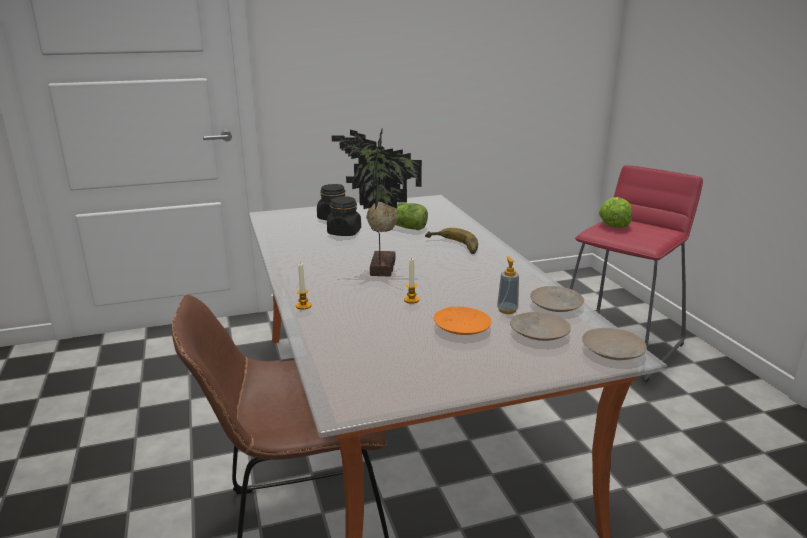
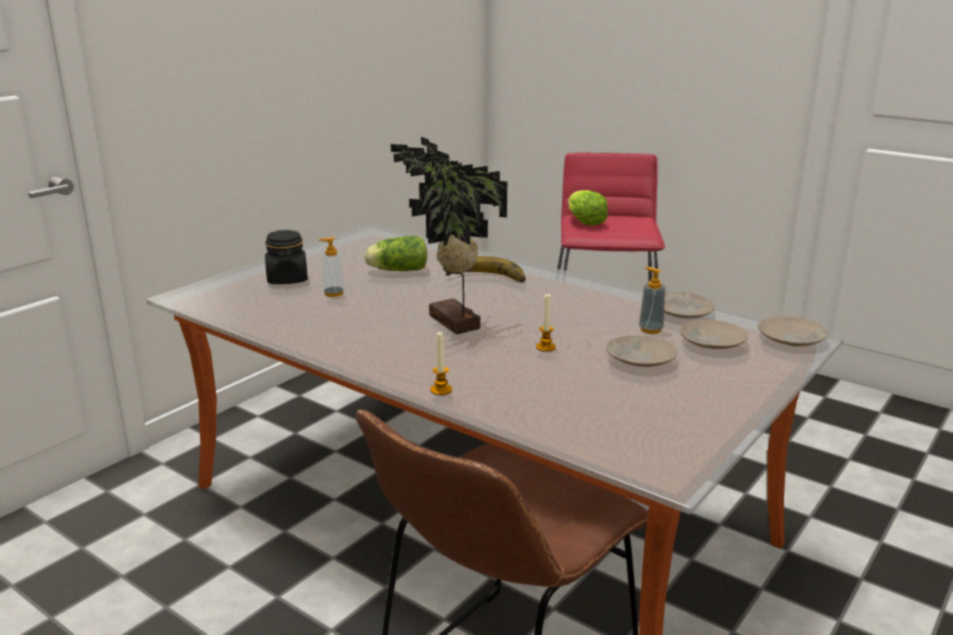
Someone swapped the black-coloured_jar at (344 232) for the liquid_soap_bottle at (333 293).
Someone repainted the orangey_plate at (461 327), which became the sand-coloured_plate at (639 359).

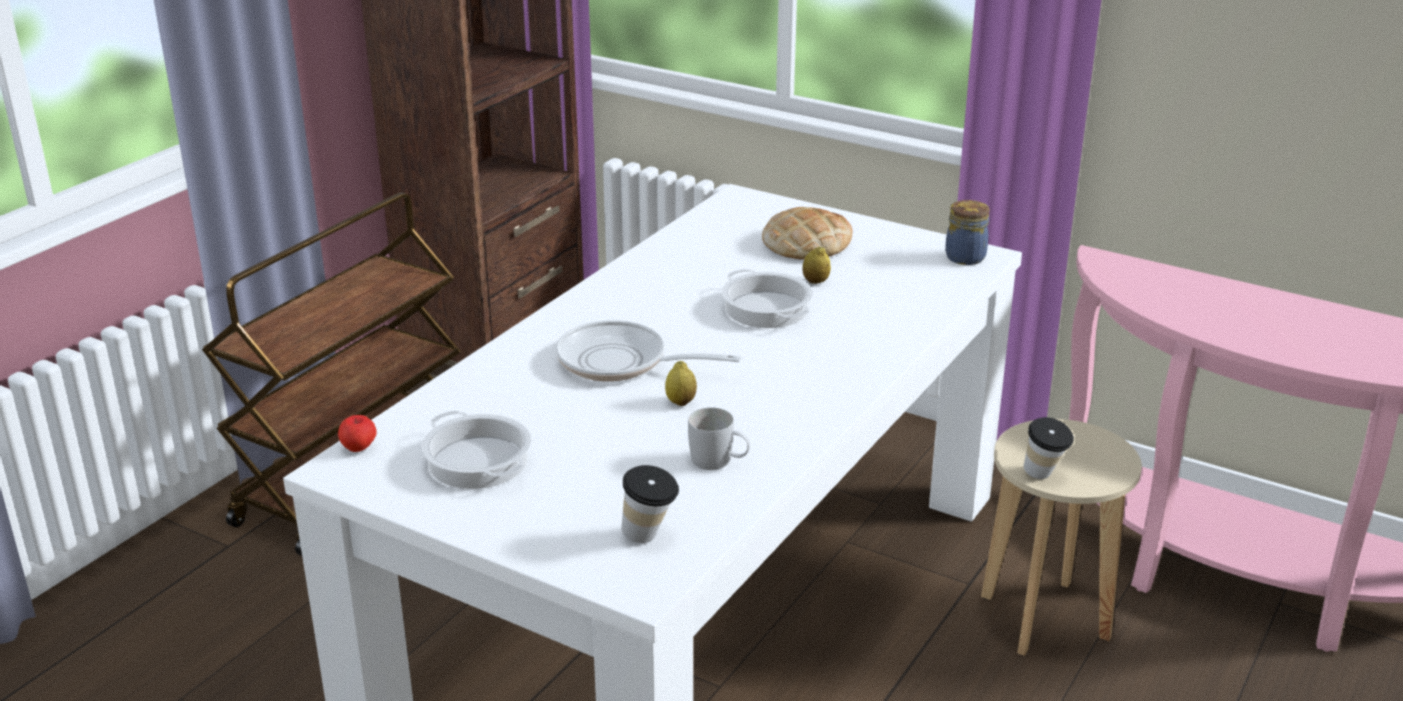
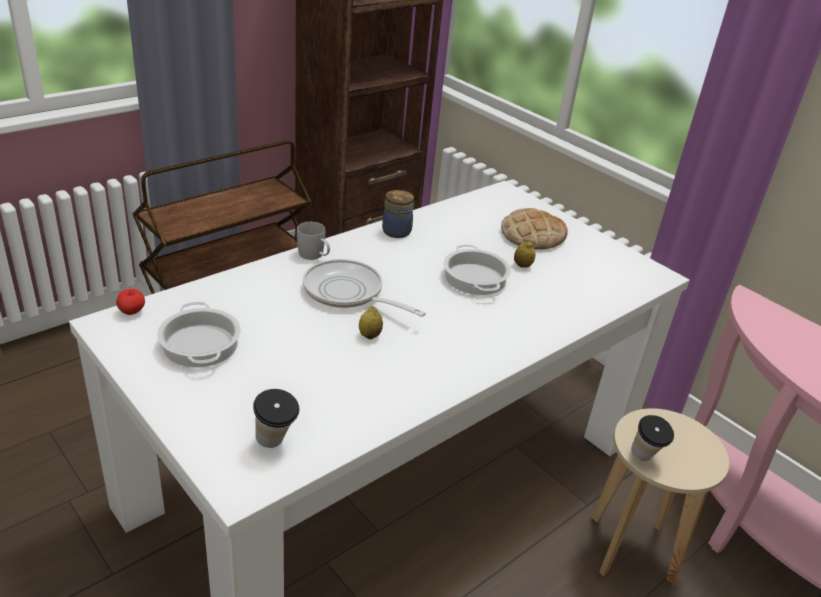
Someone carried the whitish_tea_mug from (719 462) to (314 256).
Someone carried the jar from (964 256) to (396 231).

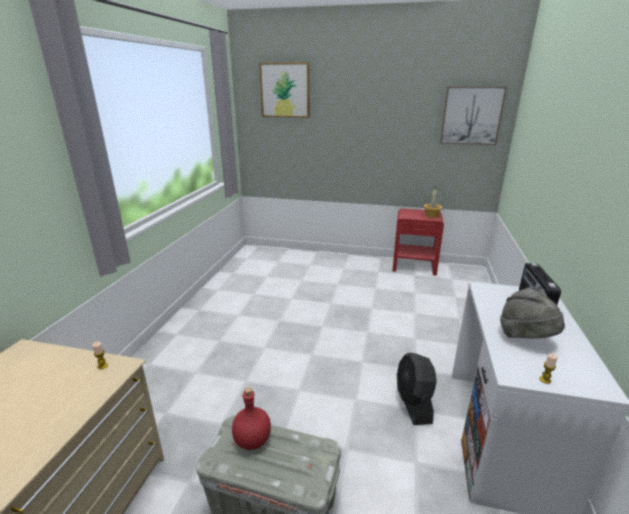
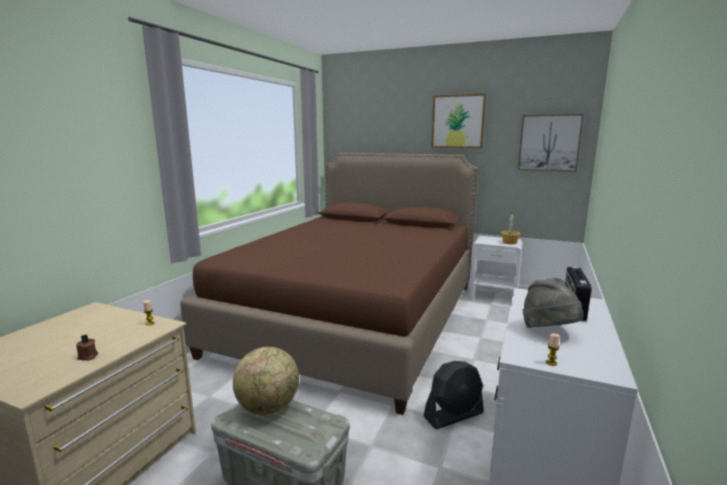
Someone put down the brown-coloured_wax_candle at (88 357).
Someone put down the brown-coloured_bedroom_bed at (355 317).
Someone swapped the red_beverage_bottle at (253 440) for the desk_globe at (268 407).
Someone rotated the black-coloured_electric_fan at (413 403) by 120 degrees counterclockwise.
Someone carried the picture from (285 90) to (458 121).
Someone repainted the red_nightstand at (414 266), which became the whitish_nightstand at (493 297).

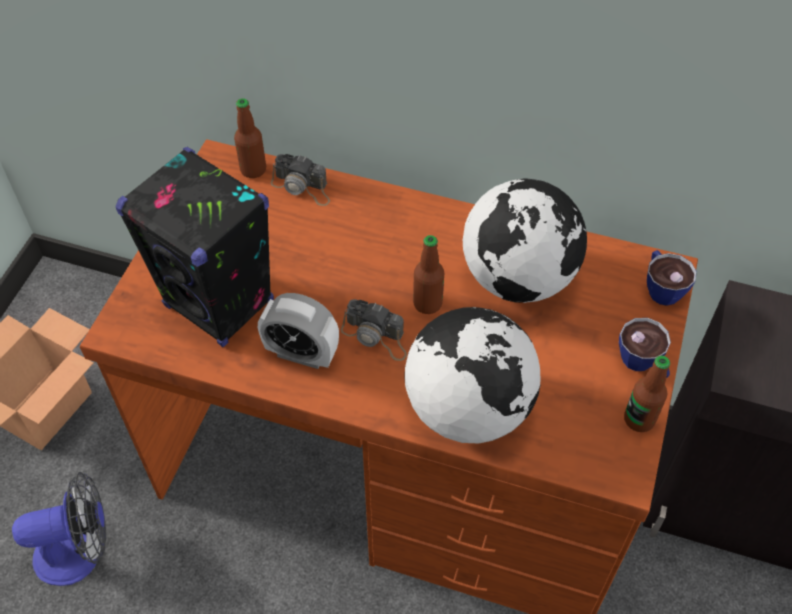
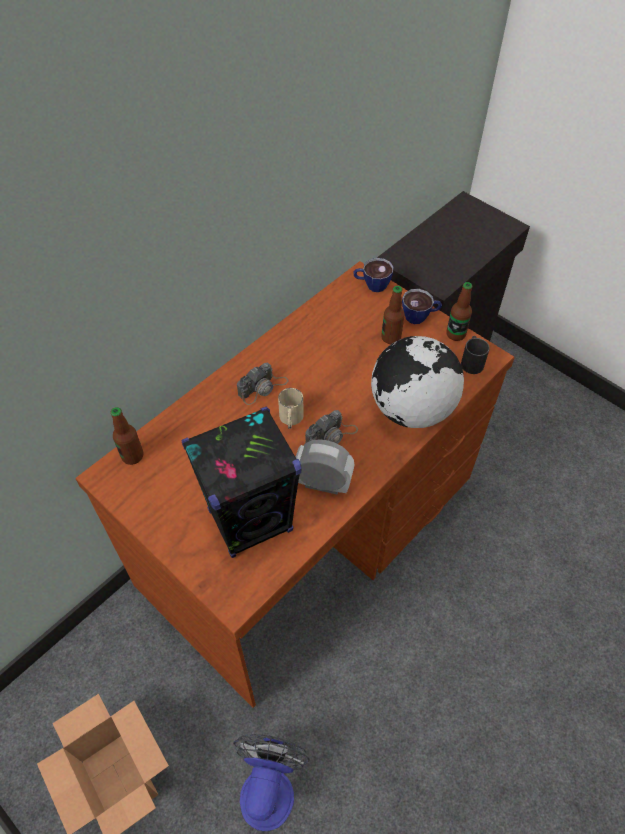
Someone carried the photo_camera from (302 187) to (263 388).
Someone put down the sand-coloured_tea_mug at (291 419).
Someone rotated the alarm_clock at (301 354) by 120 degrees counterclockwise.
Someone carried the beverage_bottle from (427 303) to (391 338).
Someone put down the black-coloured_tea_mug at (471 361).
Someone took away the desk_globe at (518 278).

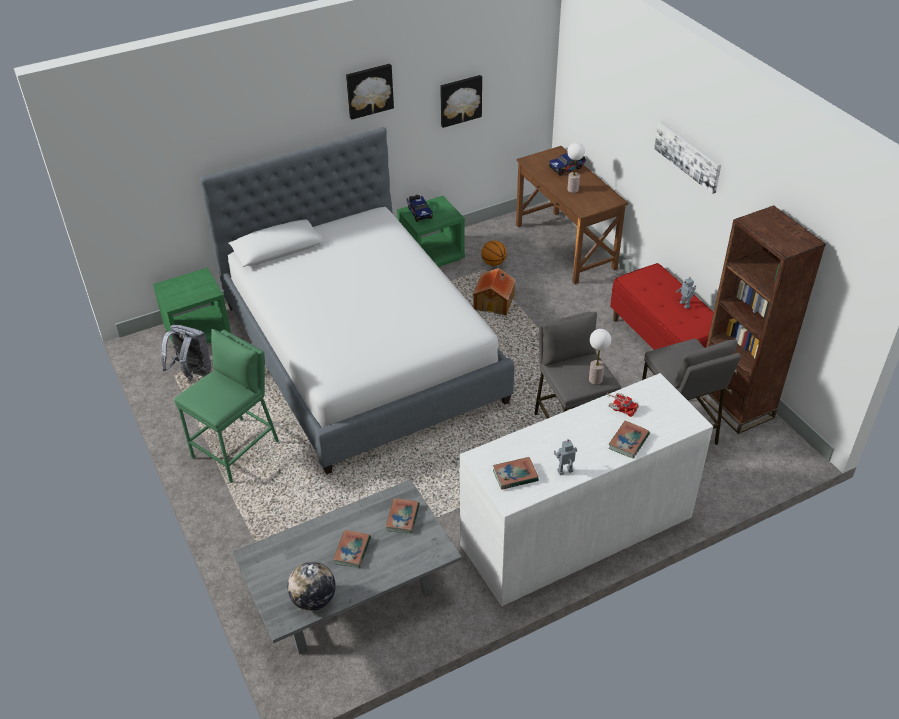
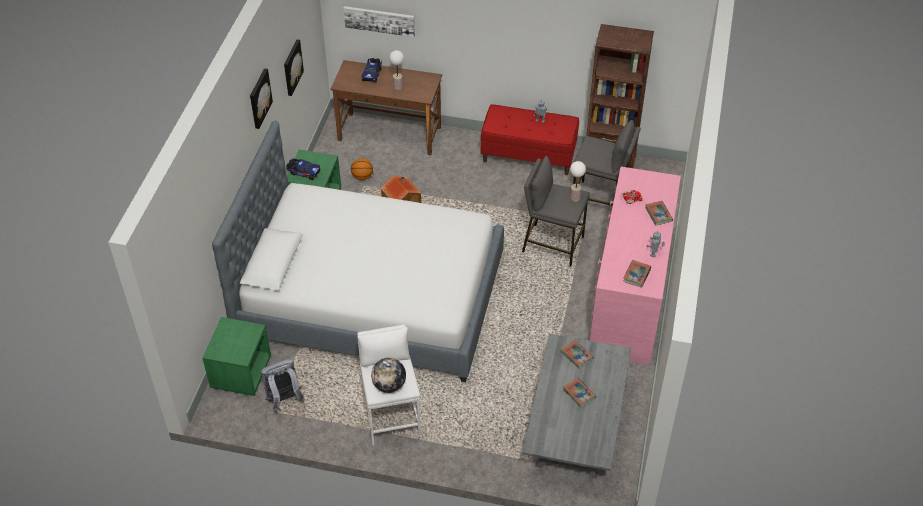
Someone carried the picture from (688 155) to (379 20).
Someone repainted the green_sitting_stool at (236 450), which became the whitish_sitting_stool at (391 416).
Someone carried the desk_globe from (313 600) to (389 385).
Someone repainted the whitish_chest_of_drawers at (576 530), which became the pink-coloured_chest_of_drawers at (629 296).

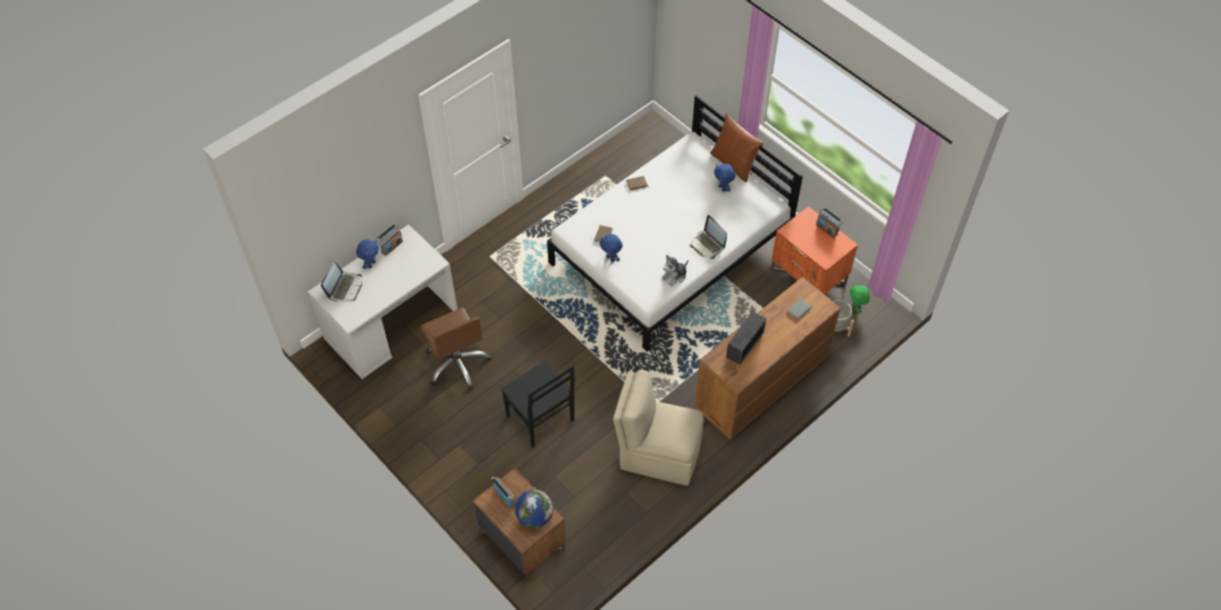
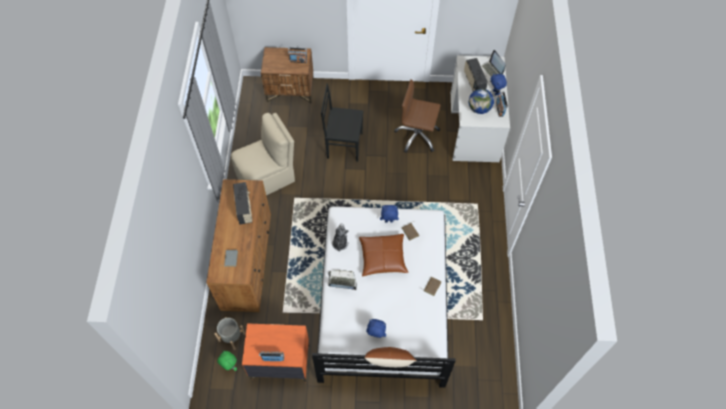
Someone put down the brown-coloured_cushion at (383 258).
Someone put down the radio_set at (473 83).
Someone carried the desk_globe from (534 517) to (479 109).

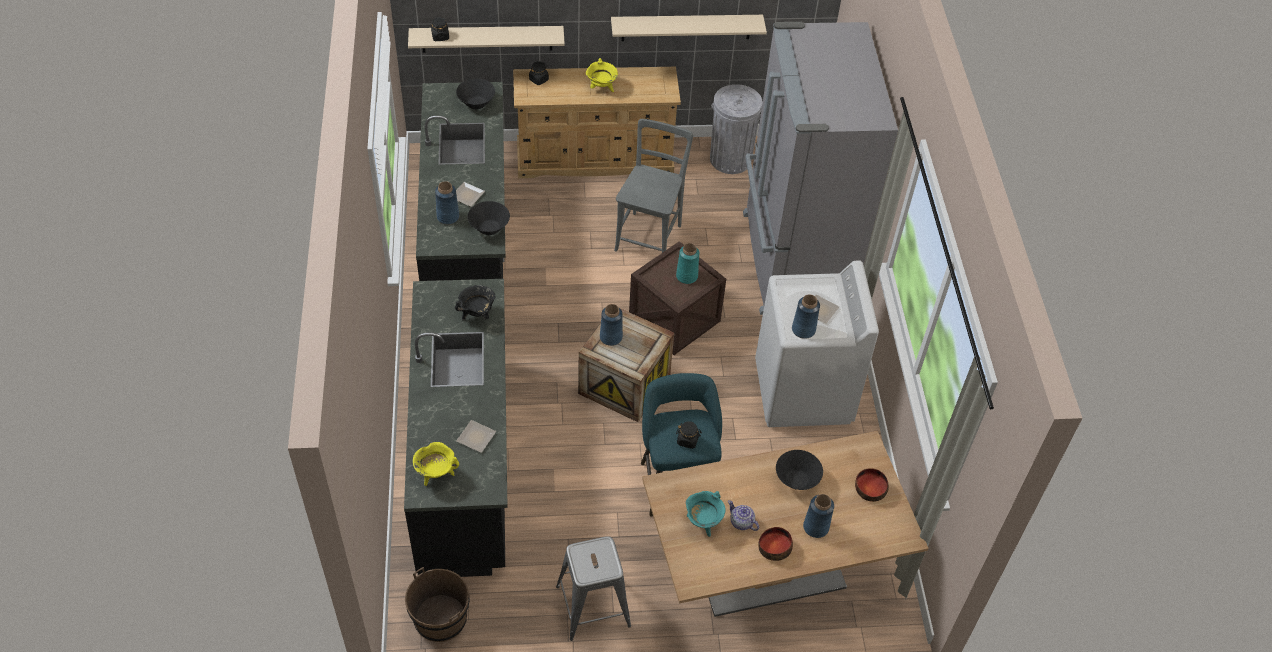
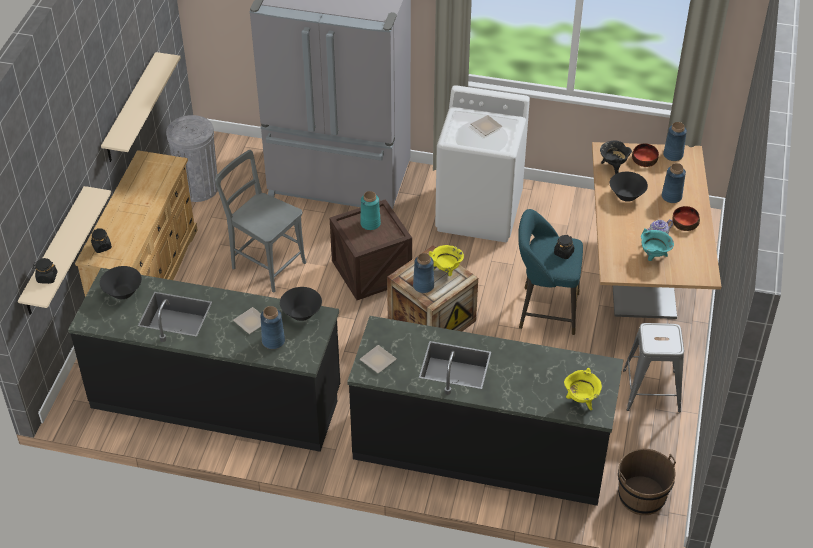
Someone carried the plate from (475 438) to (378 361).
Someone carried the yellowish_cooking_pot from (601 88) to (446 271).
Someone carried the black-coloured_cooking_pot from (477 315) to (613 167).
Someone carried the blue_decorative_vase from (803 329) to (673 155).

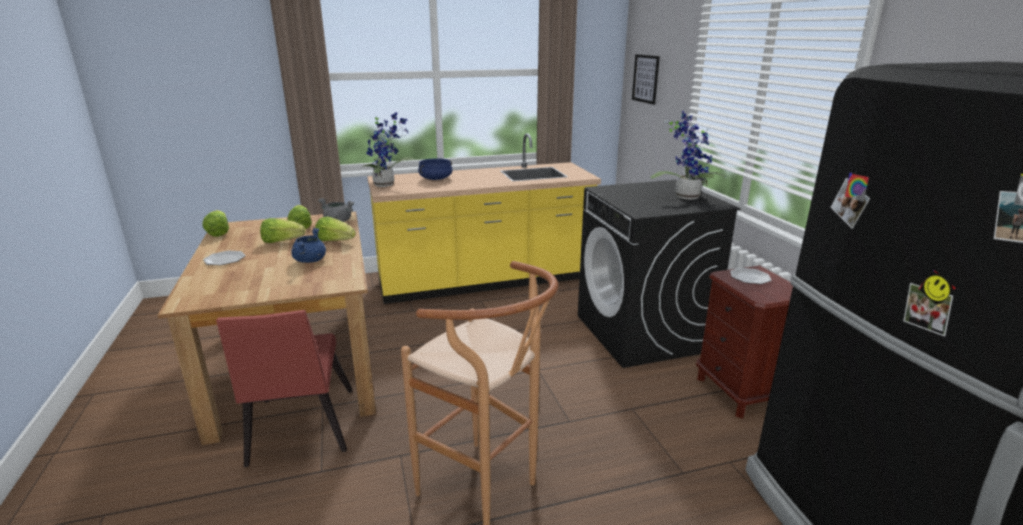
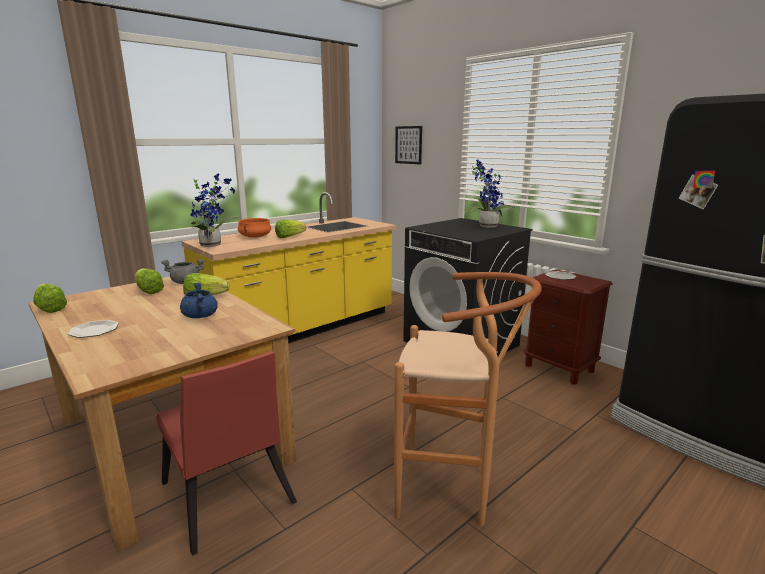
Someone repainted the blue_cooking_pot at (436 179), which became the orangey_cooking_pot at (255 237).
Someone carried the head_of_lettuce from (282 241) to (289 237).

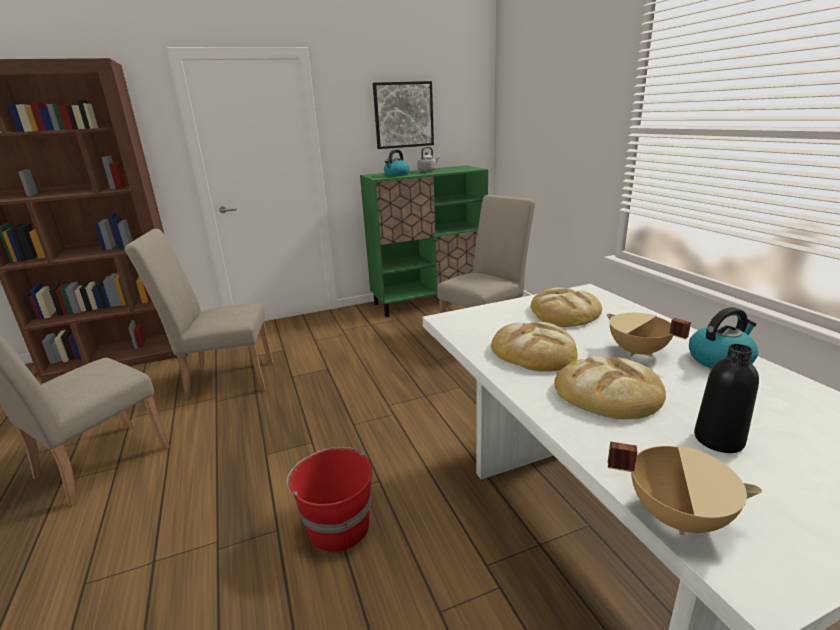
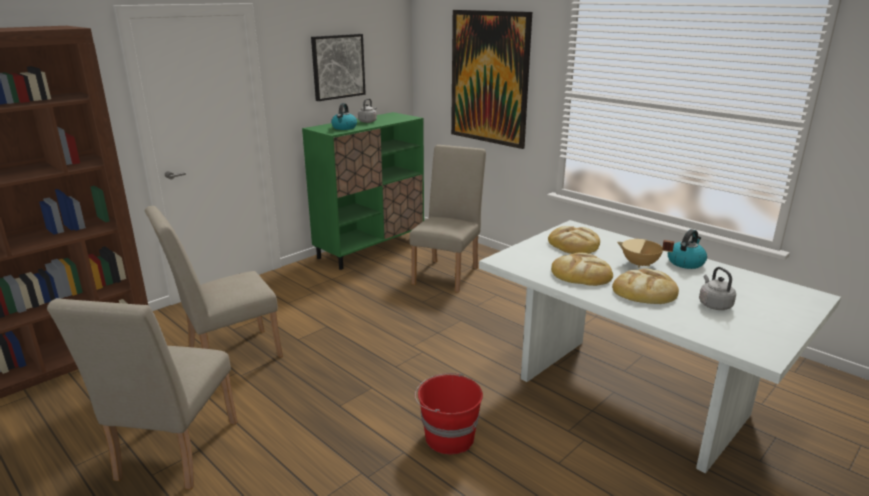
Someone put up the picture at (489 78).
Someone swapped the black-coloured_beverage_bottle at (718 440) for the grey_water_kettle at (714 304).
Someone took away the sand-coloured_cooking_pot at (676 515).

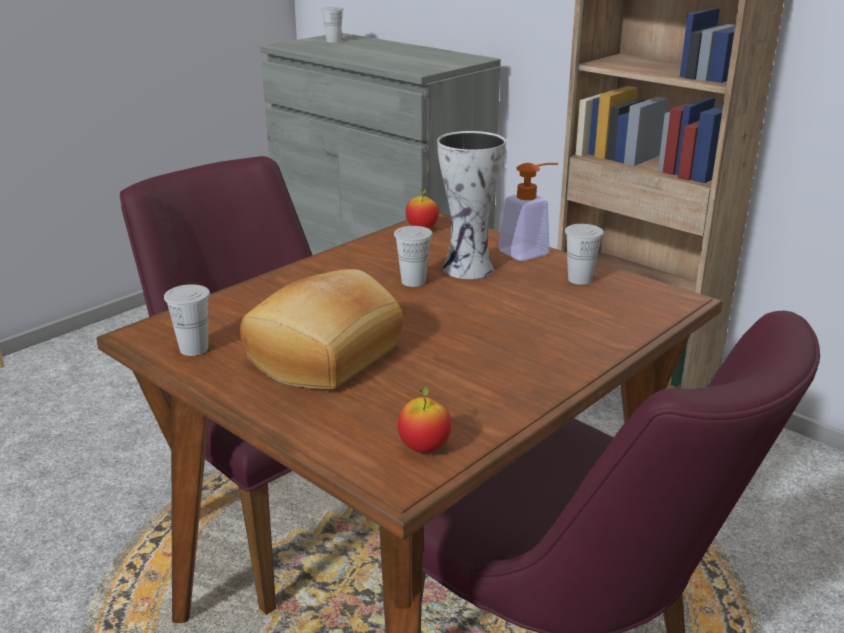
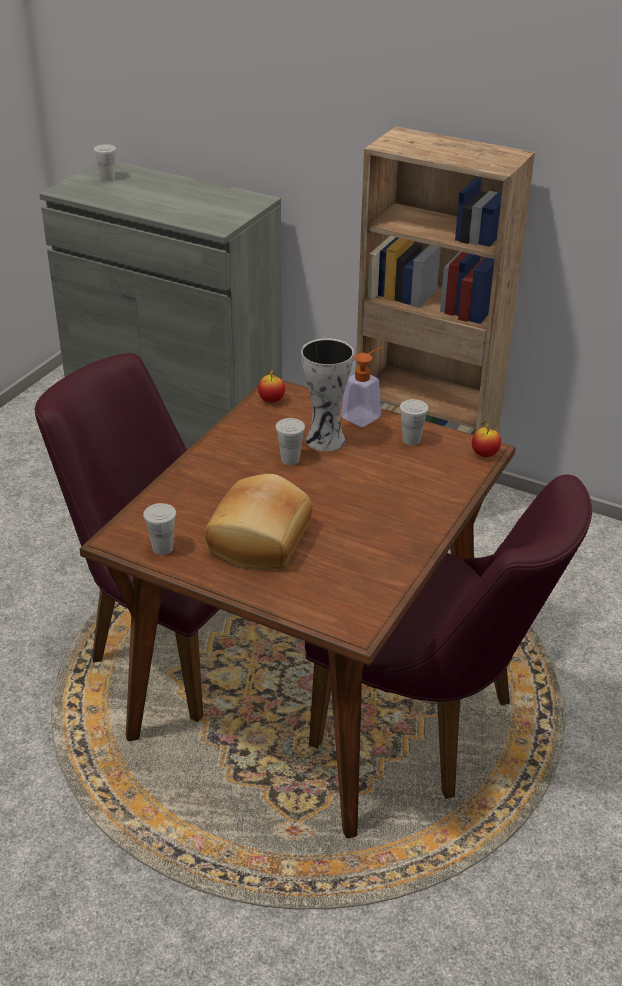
Someone carried the apple_fruit from (424 448) to (484 454).

